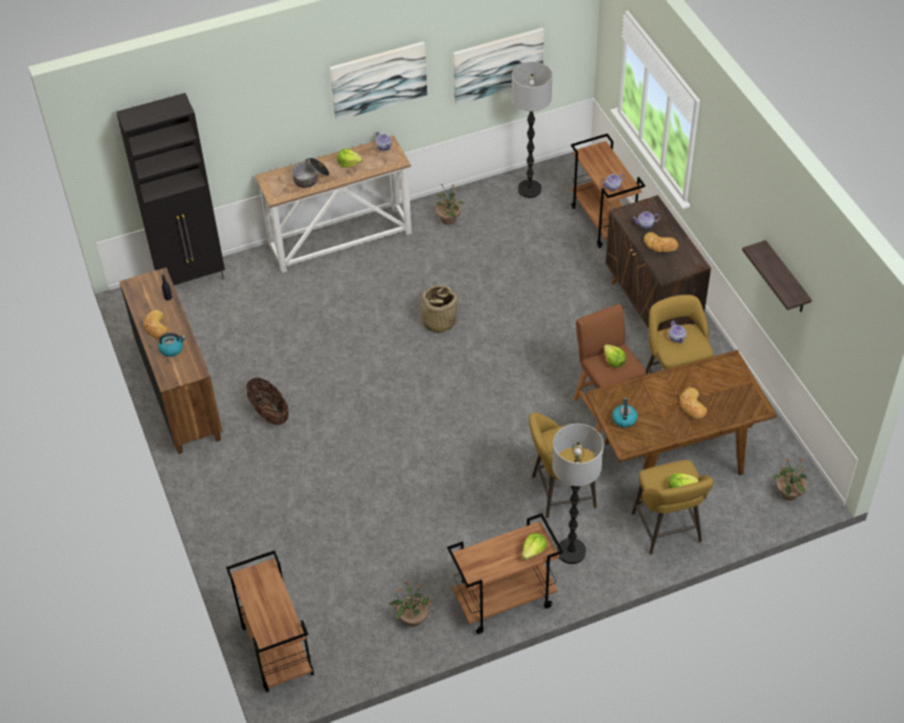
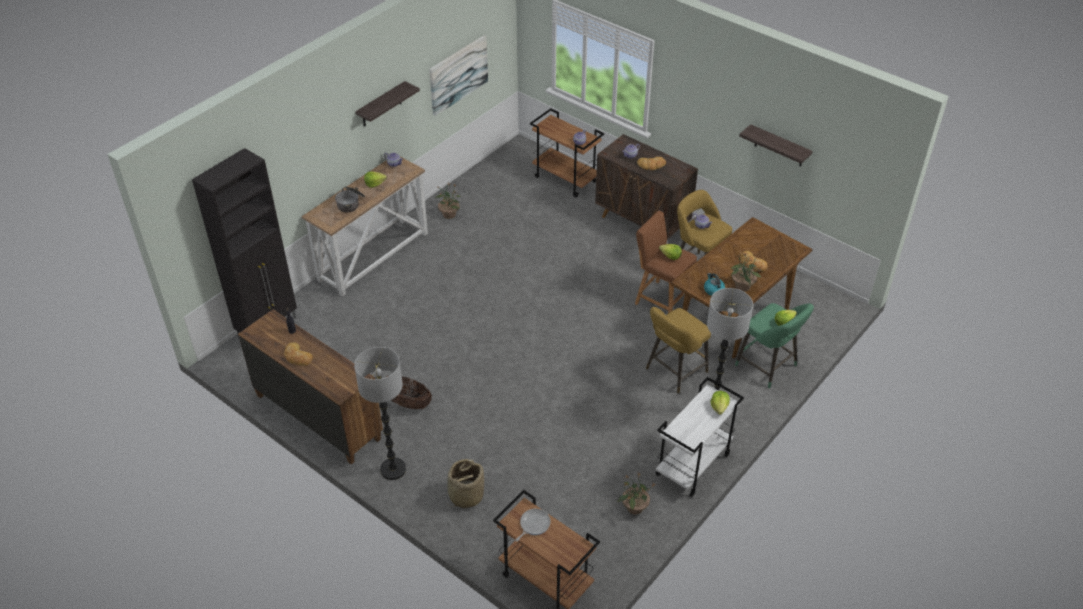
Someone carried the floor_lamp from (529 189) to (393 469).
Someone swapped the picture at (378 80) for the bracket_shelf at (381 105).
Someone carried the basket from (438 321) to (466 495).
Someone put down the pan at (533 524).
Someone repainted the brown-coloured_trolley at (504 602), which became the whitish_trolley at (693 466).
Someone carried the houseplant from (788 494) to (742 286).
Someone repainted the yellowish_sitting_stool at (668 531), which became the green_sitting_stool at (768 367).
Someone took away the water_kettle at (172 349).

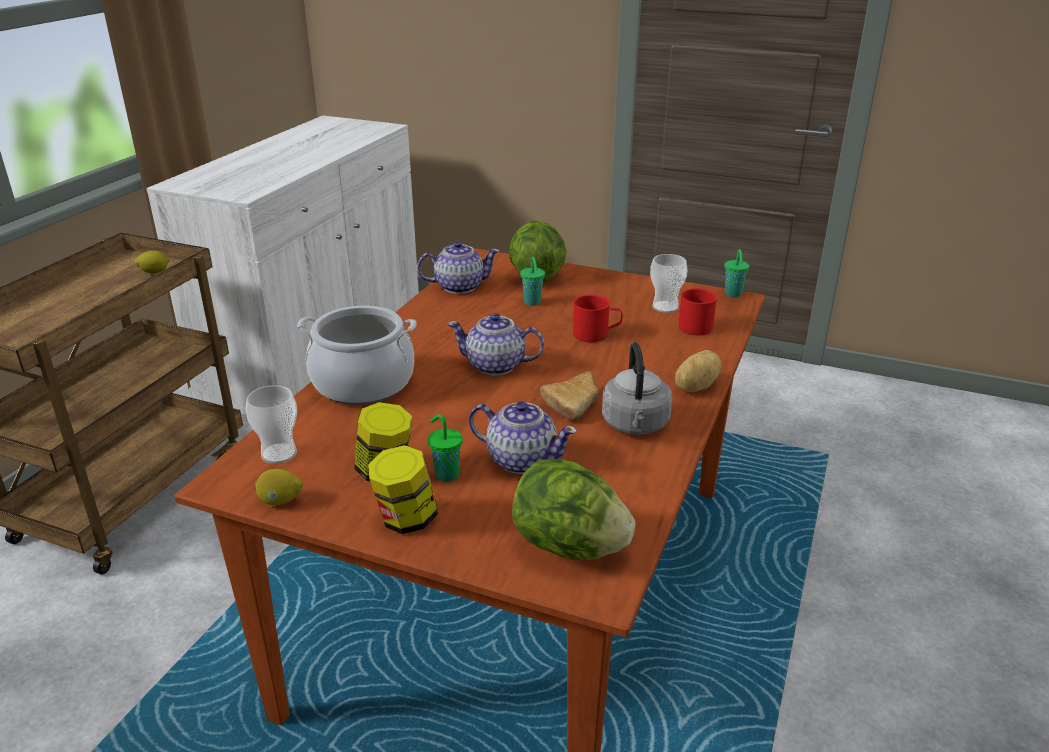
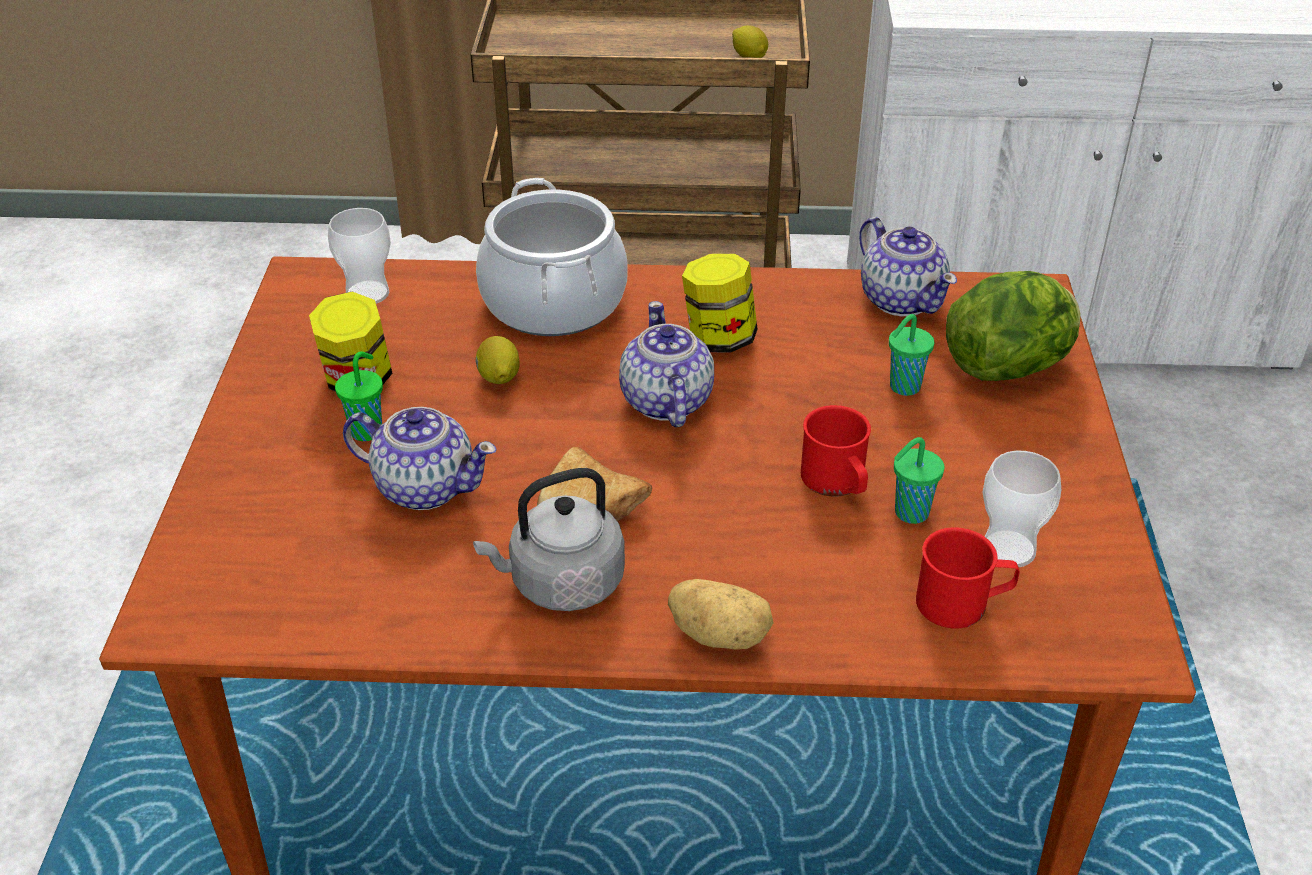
Someone rotated the teapot at (521 459) by 75 degrees counterclockwise.
Someone carried the whole_lemon from (280 501) to (499 378).
Someone carried the jar from (406 519) to (719 339).
Someone carried the green_small_cup from (733 294) to (909 513).
Someone took away the head_of_lettuce at (569 547).

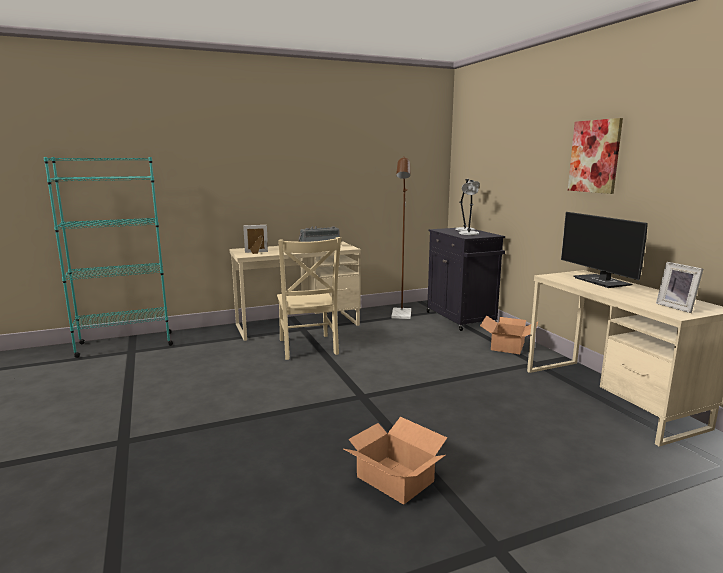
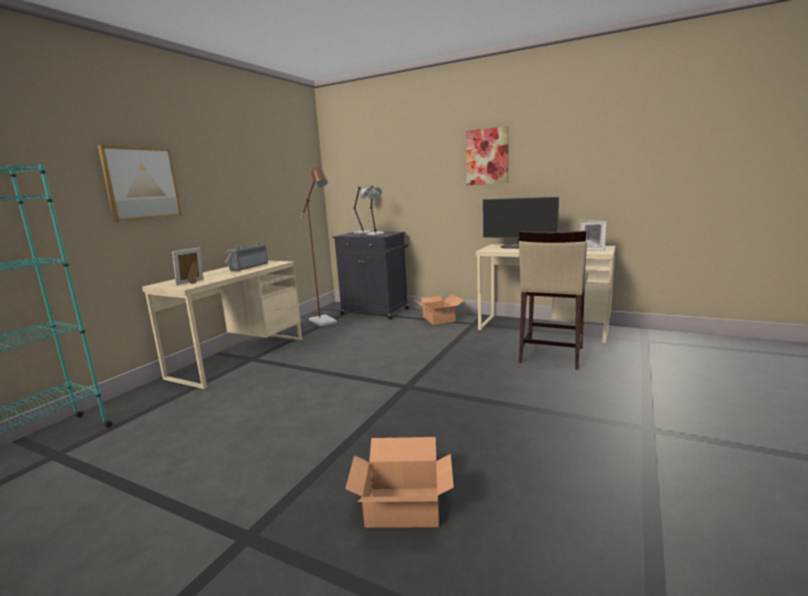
Someone put up the picture at (141 183).
Someone carried the packing_box from (395 480) to (403 507).
Someone put down the sand-coloured_sitting_stool at (550 355).
Someone took away the sand-coloured_upright_chair at (308 348).

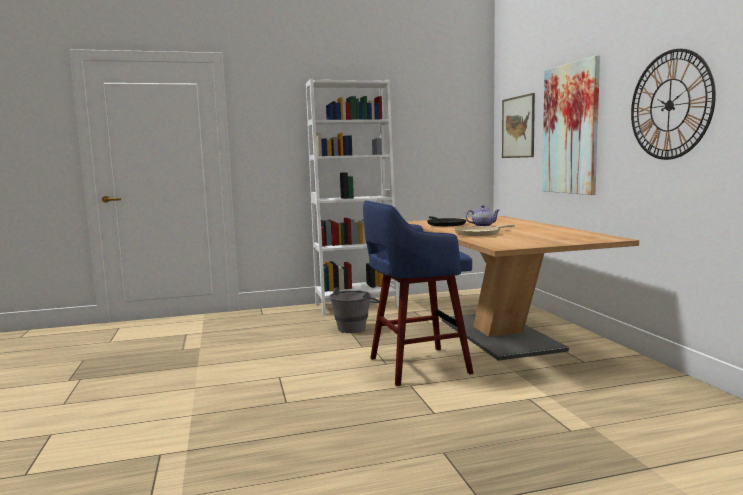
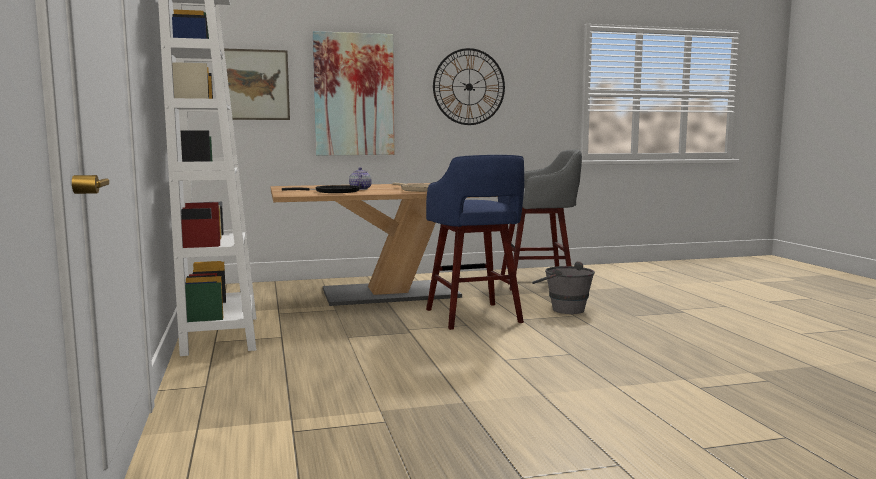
Someone put down the grey_sitting_stool at (539 283).
Someone carried the grey_pail from (355 327) to (561 309).

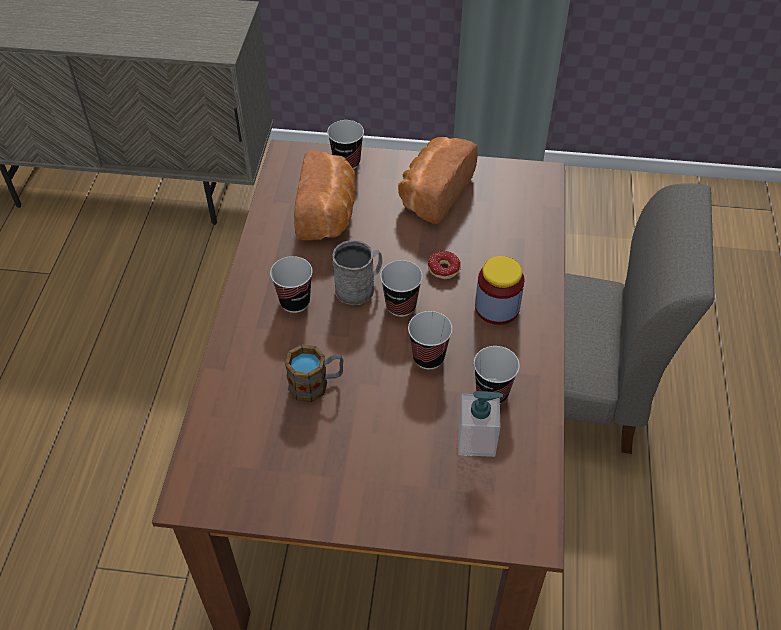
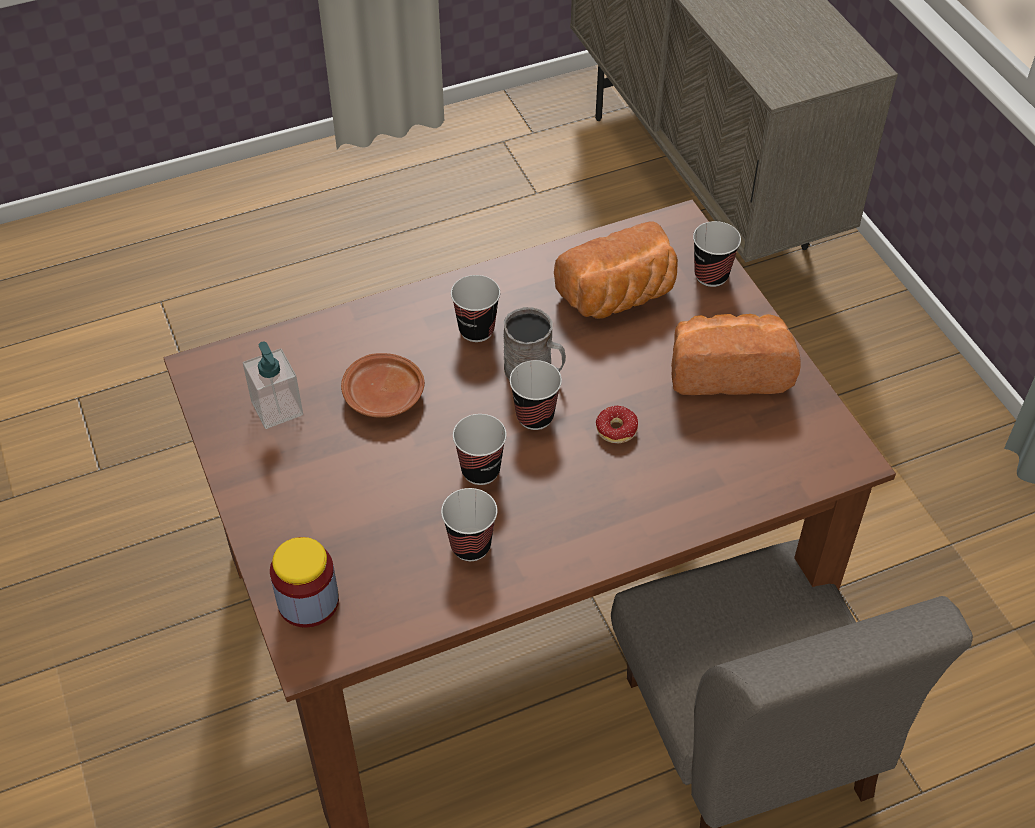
Someone carried the liquid_soap_bottle from (477 440) to (277 408).
Someone carried the jar from (497 308) to (308 601).
Someone swapped the tea_mug at (316 384) for the brown-coloured_plate at (384 396).

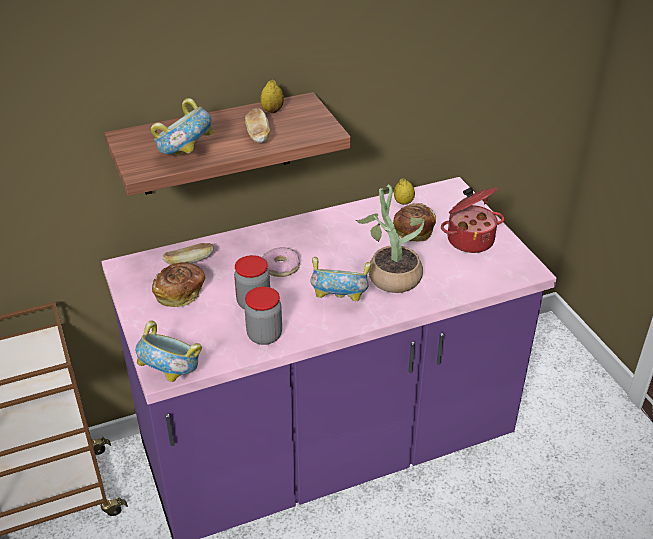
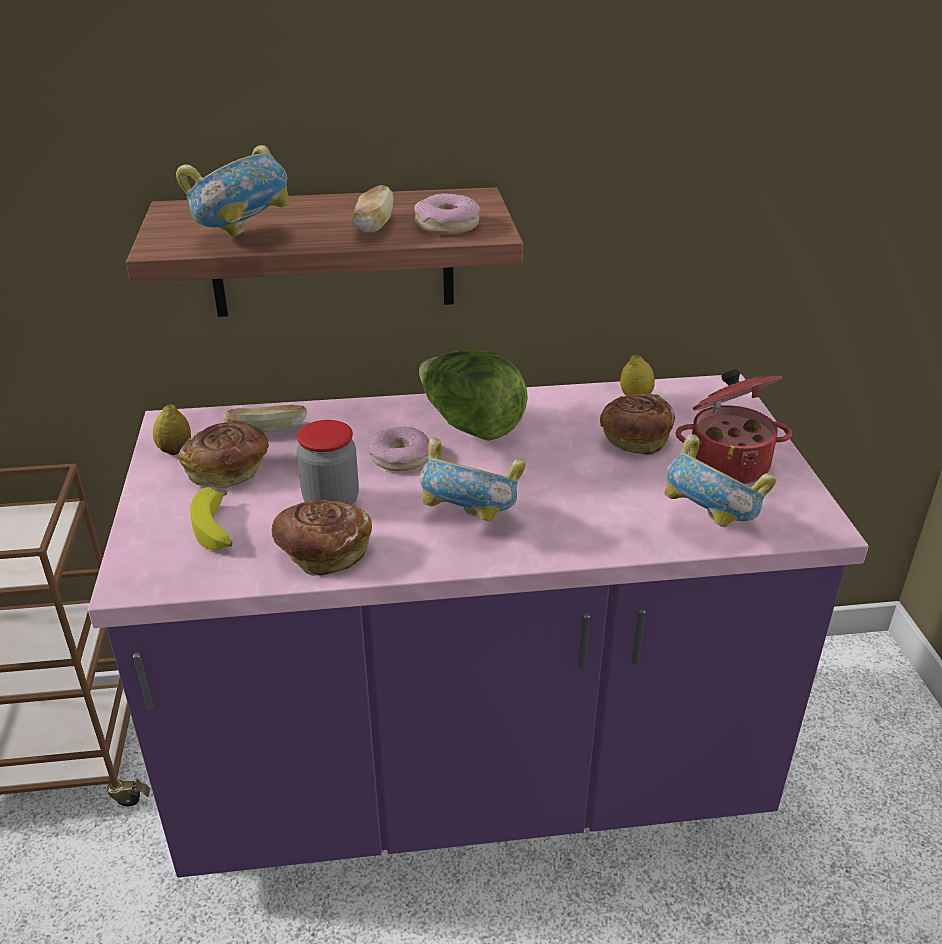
Someone carried the whole_lemon from (272 111) to (175 450).
Someone put down the banana_fruit at (217 530).
Someone swapped the jar at (264 335) for the bread at (322 553).
Someone put down the ring_doughnut at (446 225).
Someone put down the head_of_lettuce at (470 426).
Someone carried the bowl from (171 374) to (709 524).
Someone took away the houseplant at (390 274).

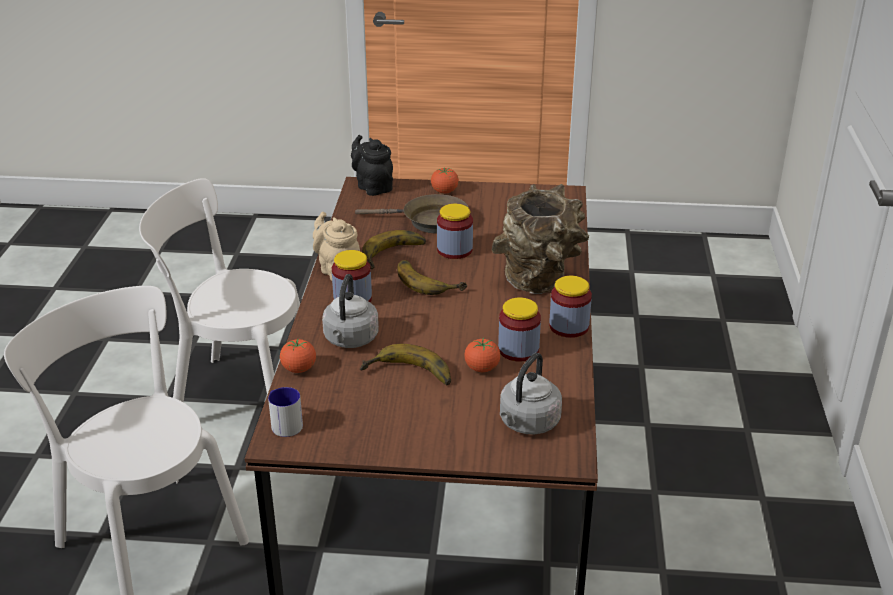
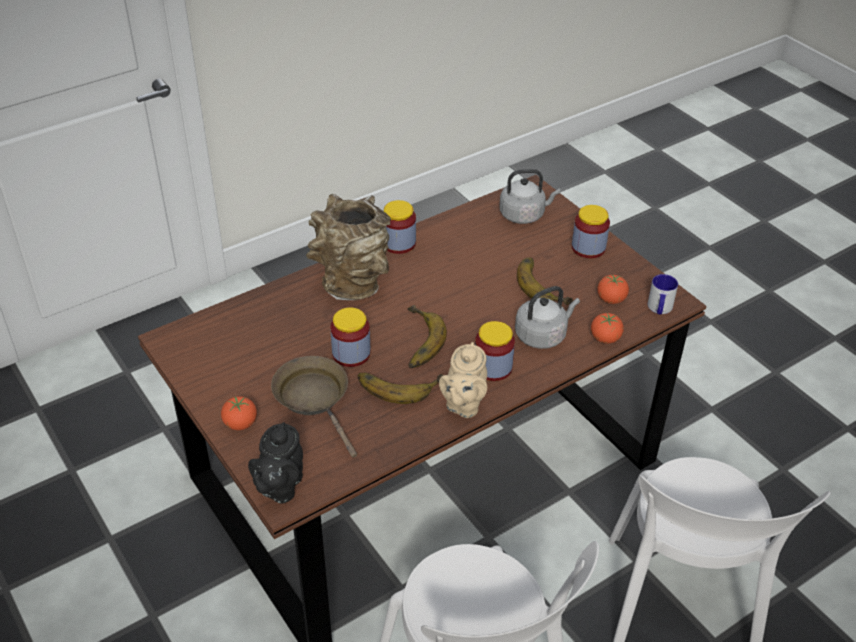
Someone carried the jar from (518 350) to (588 248).
Someone carried the tomato from (482 368) to (611 300).

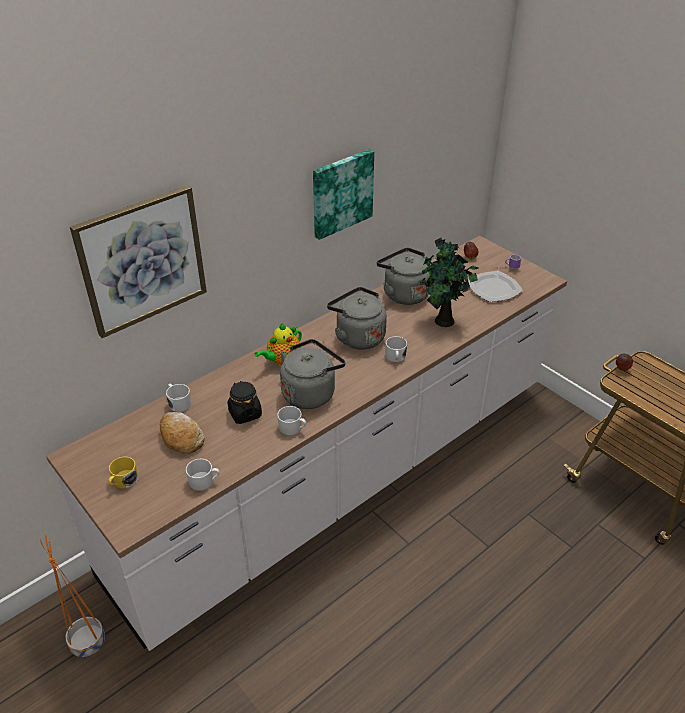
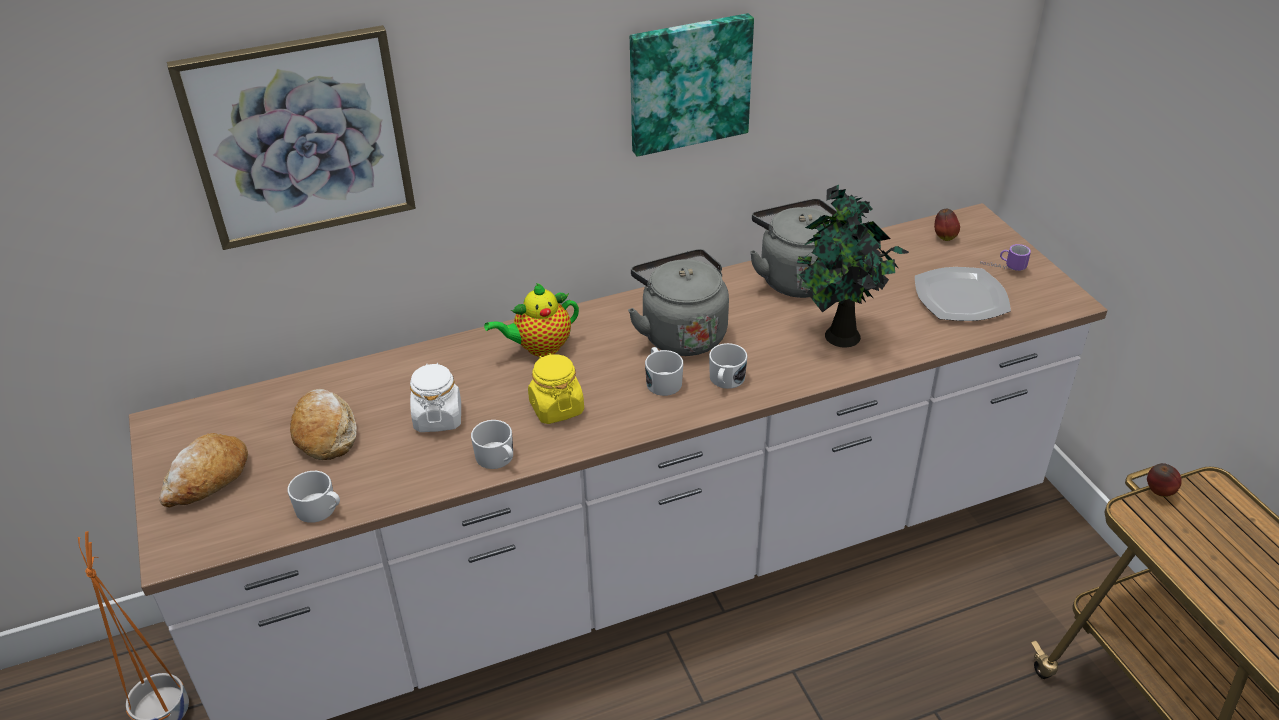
Someone swapped the yellowish_tea_mug at (123 481) for the bread at (207 480).
Someone repainted the black-coloured_jar at (245 413), which became the whitish_jar at (438 417).
Someone swapped the grey_water_kettle at (310 392) for the yellowish_jar at (556 408).
Someone carried the whitish_tea_mug from (178 403) to (662 381).

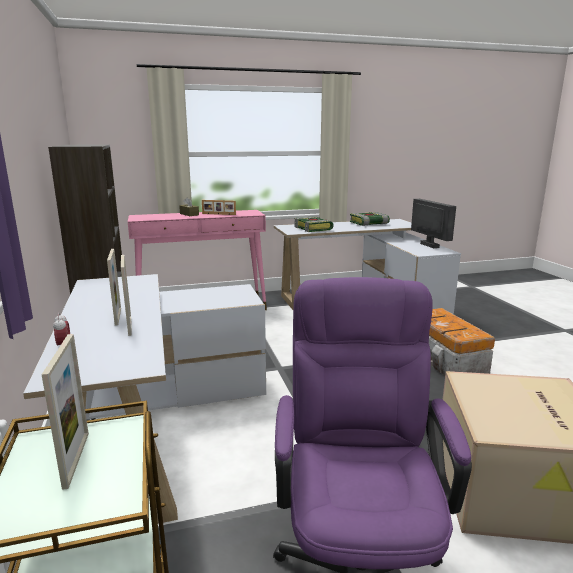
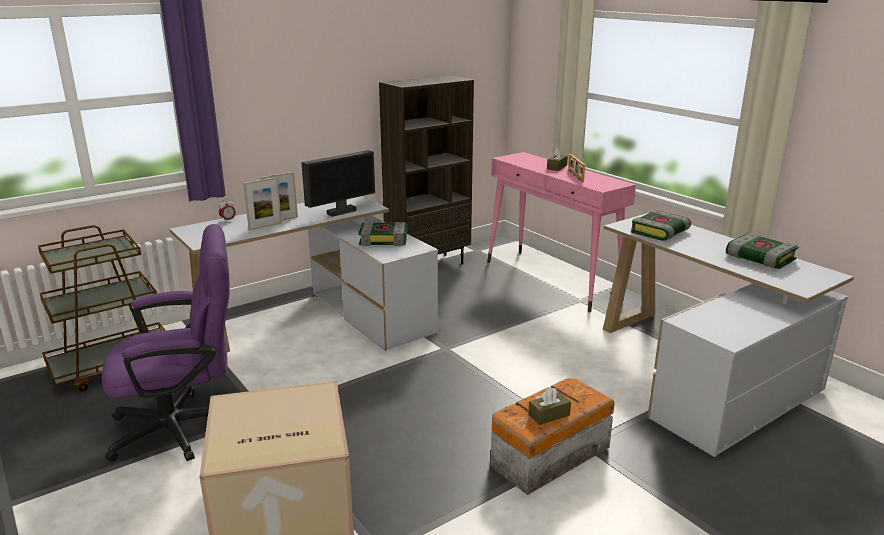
Someone carried the computer_screen from (428 245) to (341 212).
Someone put down the bound_book at (384 239).
Someone put down the brown-coloured_tissue_box at (549 415).
Someone took away the photo_frame at (76 459).

